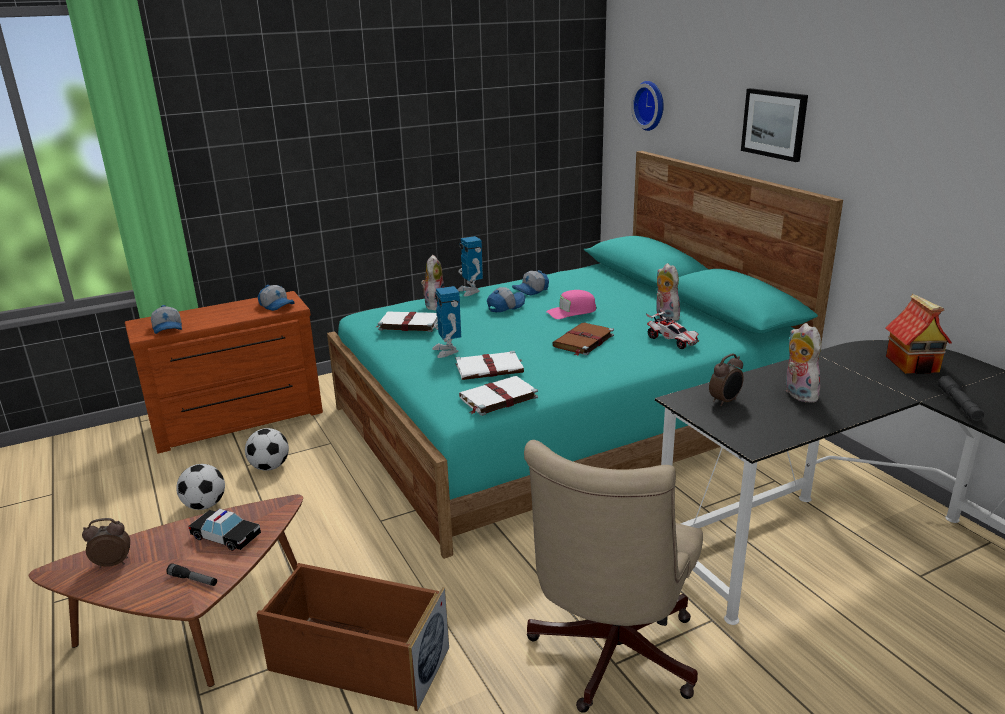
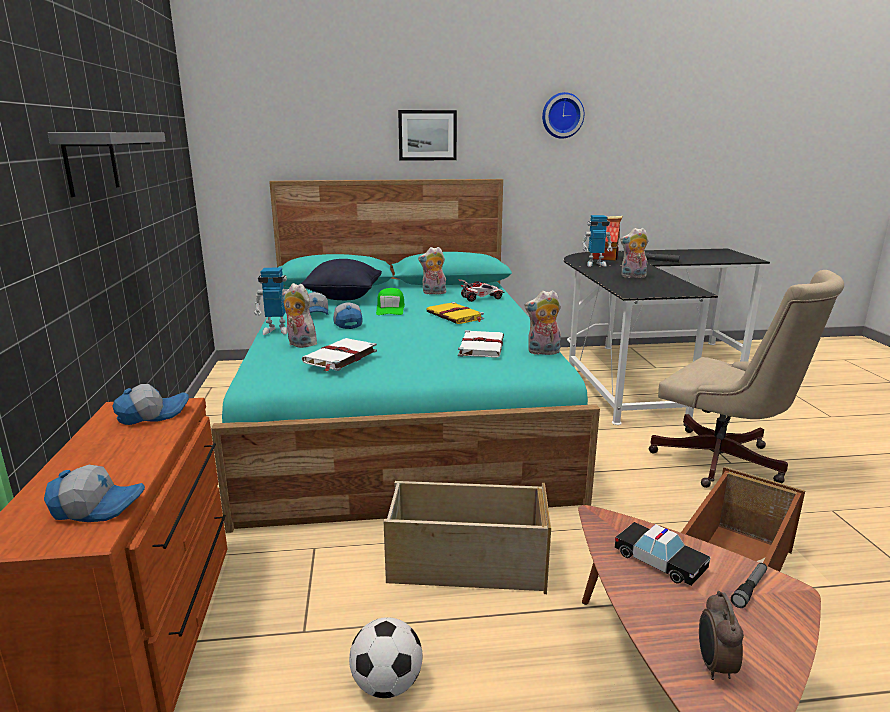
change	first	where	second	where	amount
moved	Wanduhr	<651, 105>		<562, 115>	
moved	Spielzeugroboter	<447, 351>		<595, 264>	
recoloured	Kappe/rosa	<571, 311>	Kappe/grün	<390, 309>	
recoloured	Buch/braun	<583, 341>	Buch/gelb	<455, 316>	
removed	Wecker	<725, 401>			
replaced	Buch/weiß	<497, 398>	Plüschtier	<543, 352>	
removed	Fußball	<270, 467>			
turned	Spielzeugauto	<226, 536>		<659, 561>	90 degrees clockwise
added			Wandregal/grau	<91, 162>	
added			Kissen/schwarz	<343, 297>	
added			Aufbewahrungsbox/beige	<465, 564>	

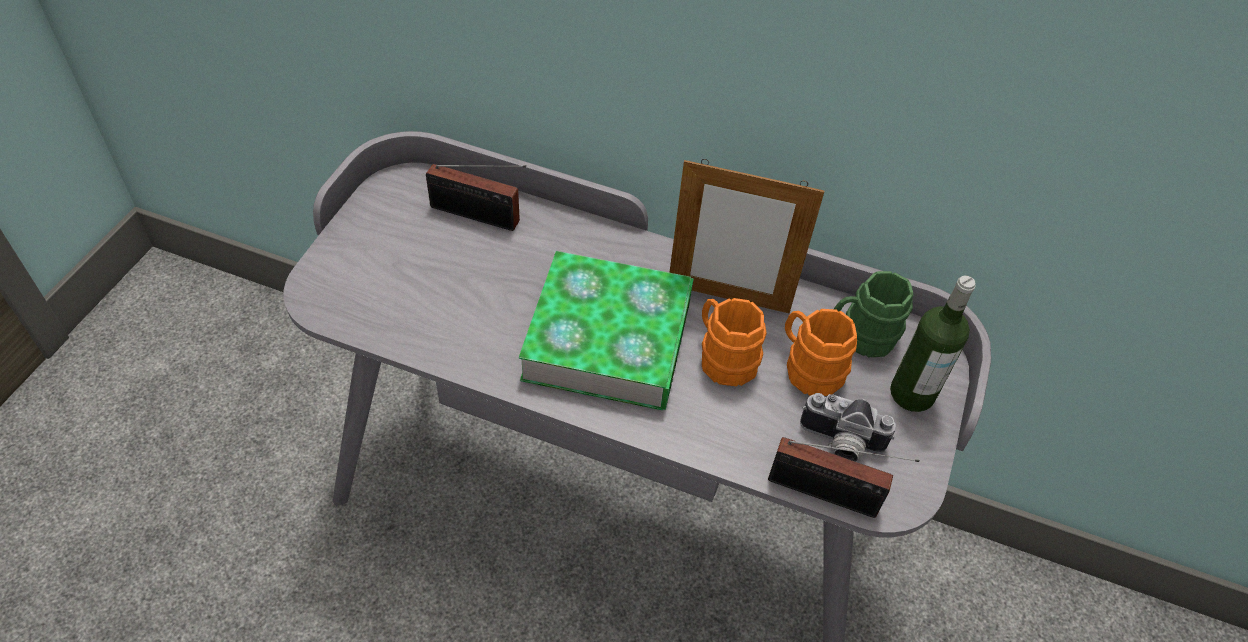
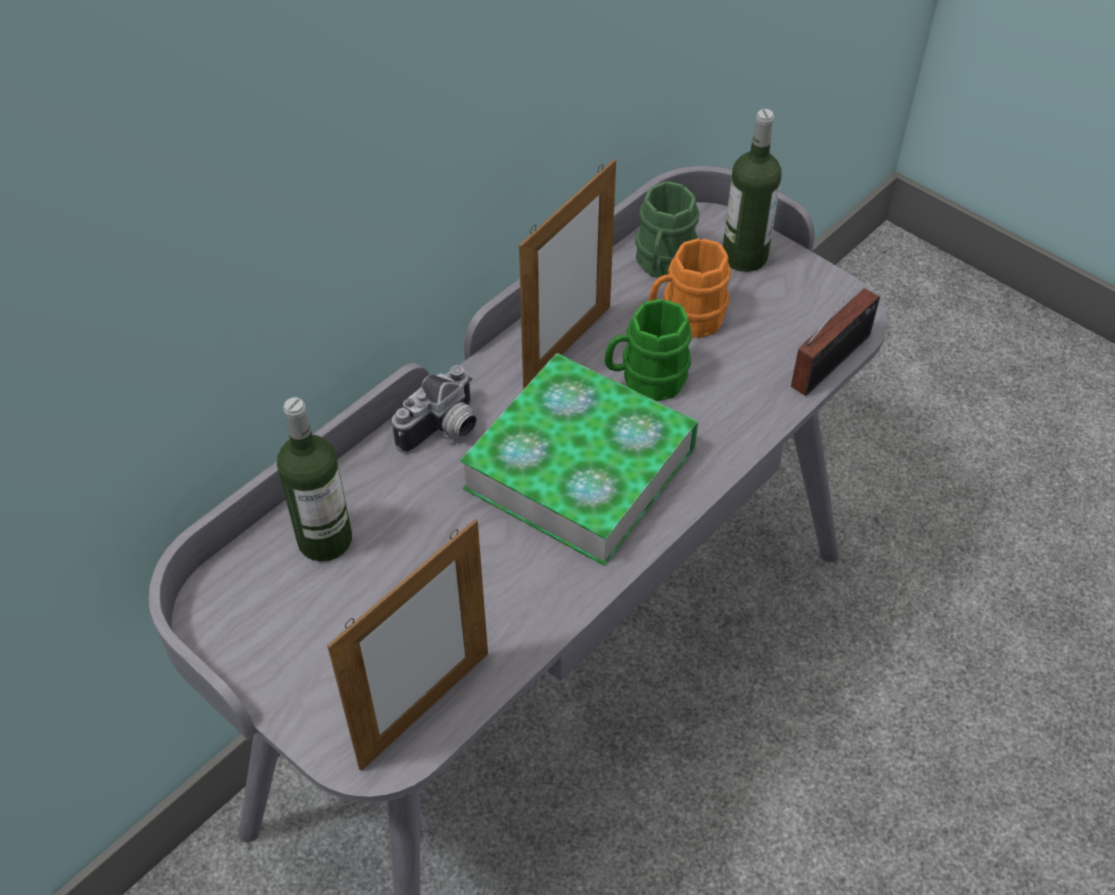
change	first	where	second	where	amount
replaced	Radio	<479, 216>	Flasche	<325, 540>	
recoloured	Henkelbecher/orange	<723, 358>	Henkelbecher/grün	<645, 379>	
moved	Kamera	<839, 444>		<444, 431>	
added			Bilderrahmen	<425, 709>	

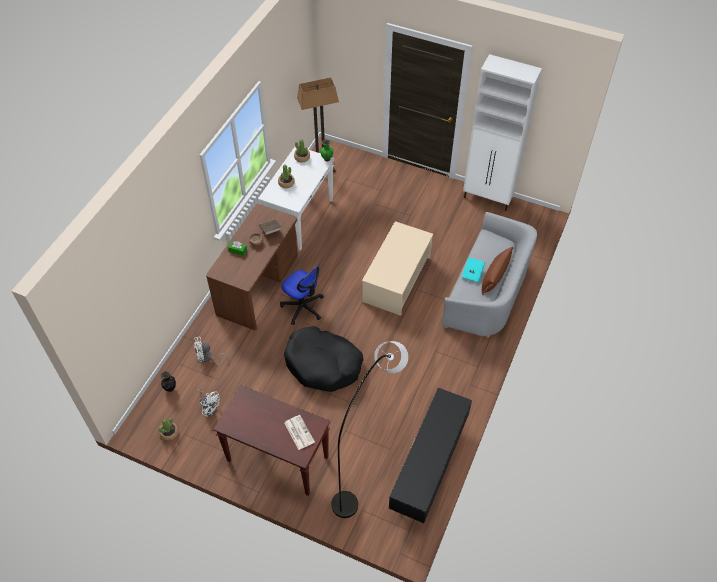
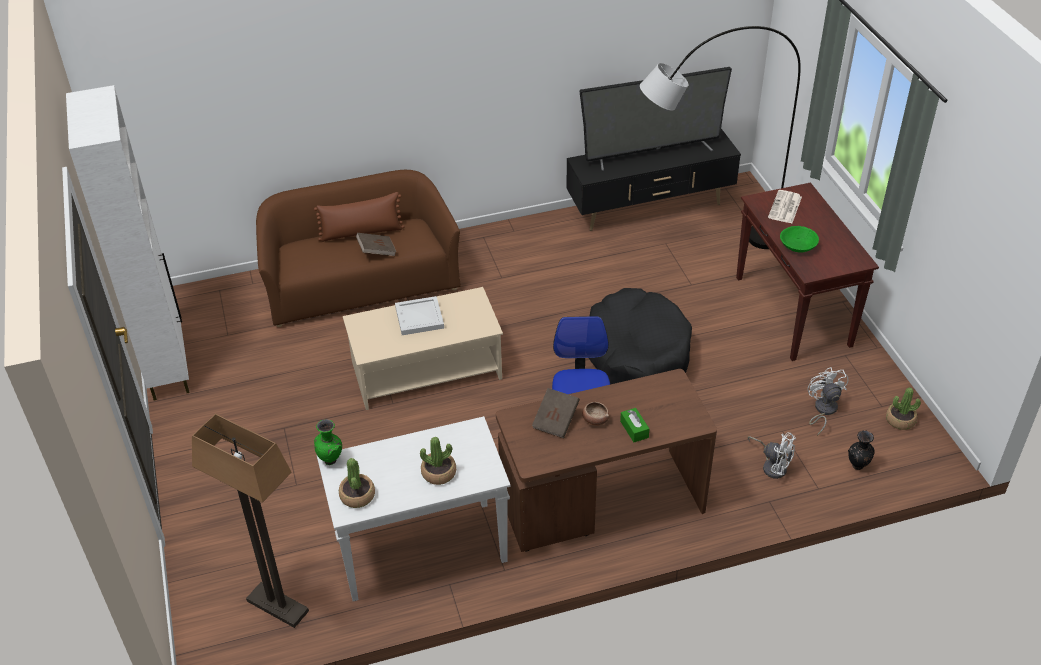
change	first	where	second	where	amount
recoloured	Sofa/grau	<487, 292>	Sofa/braun	<360, 282>	
recoloured	Buch/türkis	<472, 273>	Buch/braun	<377, 251>	
added			Fernseher	<652, 153>	
added			Schüssel/grün	<797, 246>	
added			Tablett/weiß	<420, 318>	

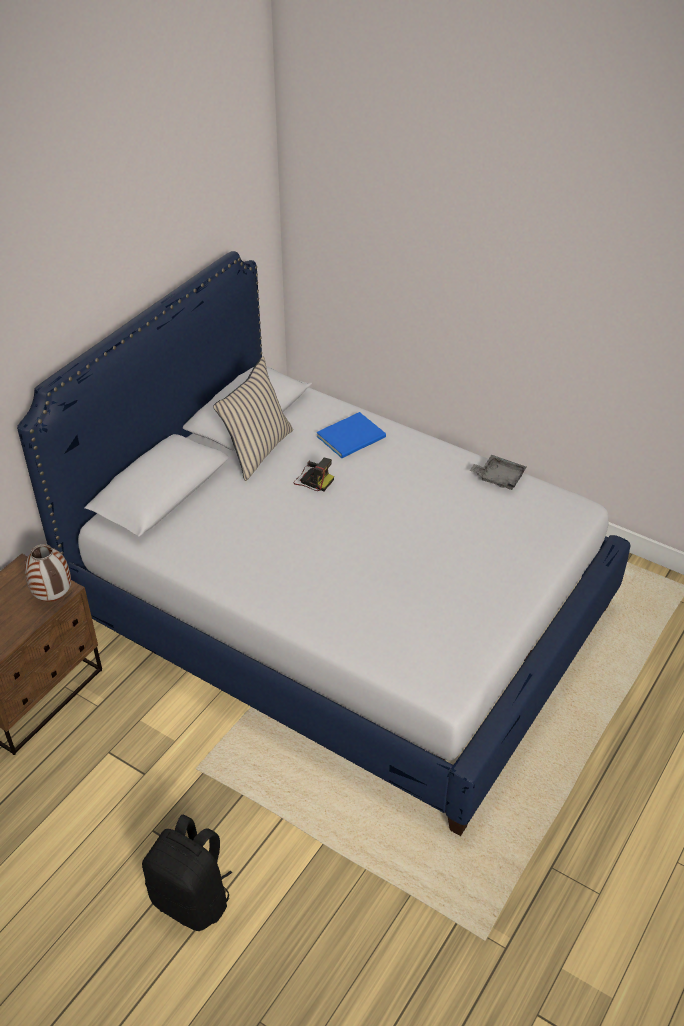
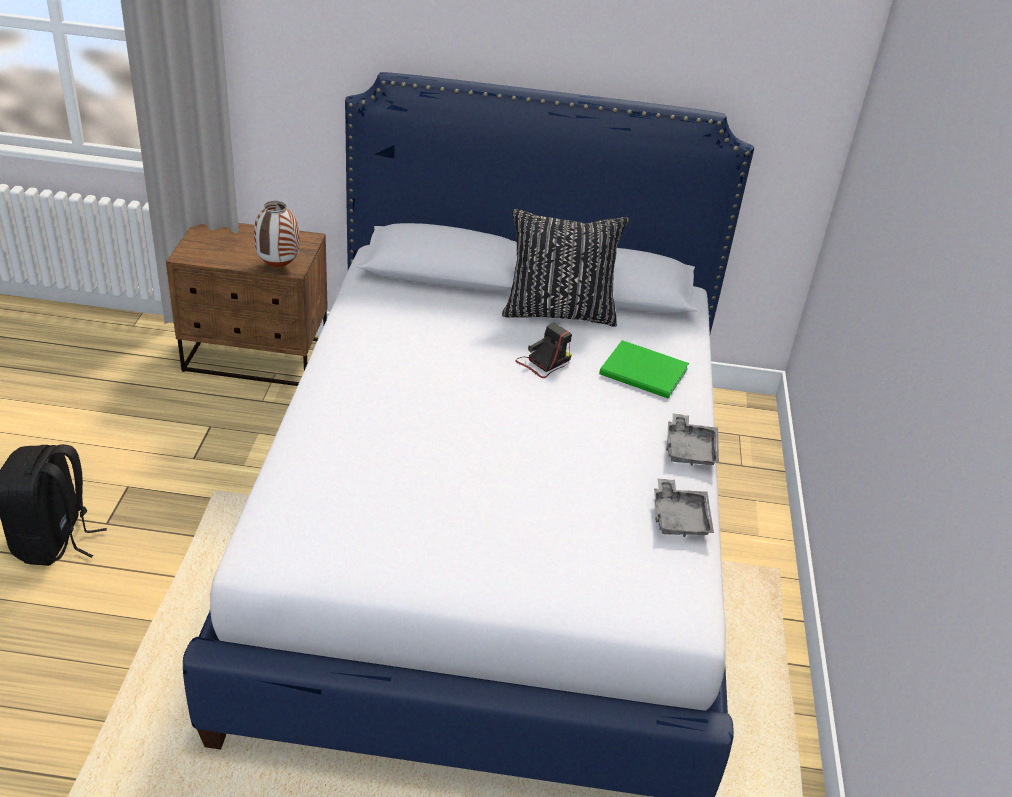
change	first	where	second	where	amount
recoloured	Kissen/beige	<257, 450>	Kissen/schwarz	<559, 311>	
recoloured	Buch/blau	<353, 437>	Buch/grün	<645, 373>	
turned	Kamera	<313, 480>		<544, 362>	135 degrees counterclockwise
added			Tablett/grau	<690, 449>	

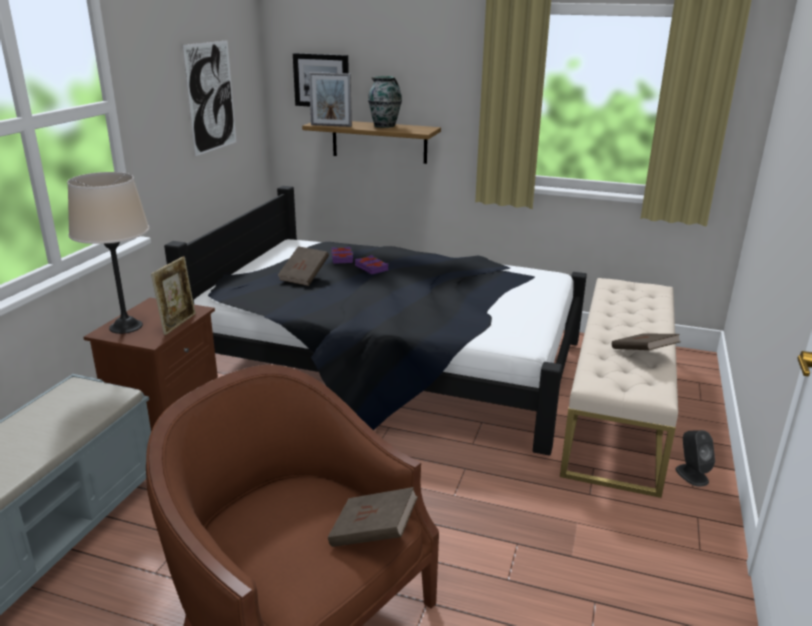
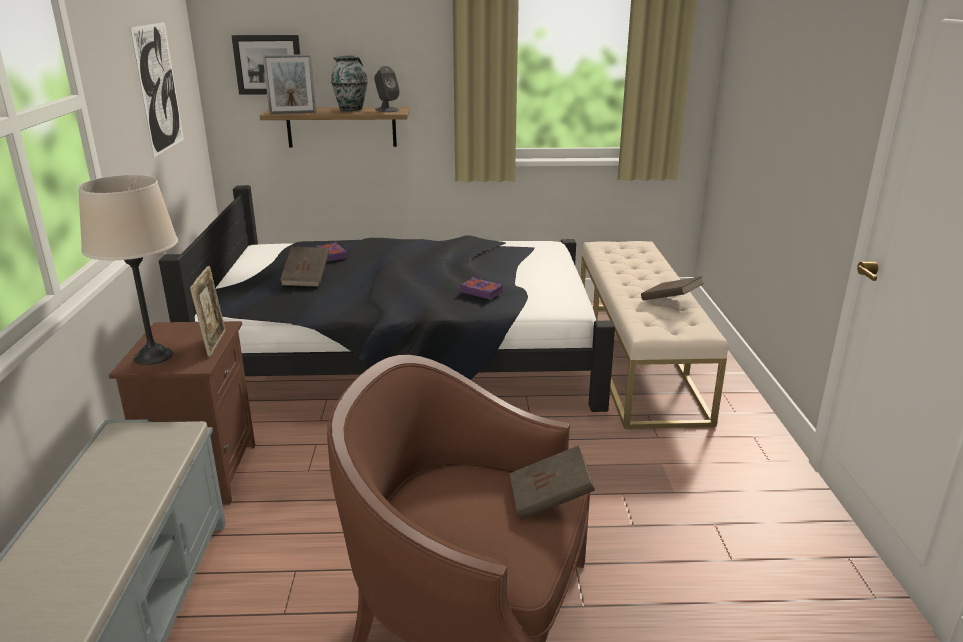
change	first	where	second	where	amount
moved	Buch/lila	<372, 268>		<481, 292>	
moved	Lautsprecher/grau	<691, 475>		<387, 110>	

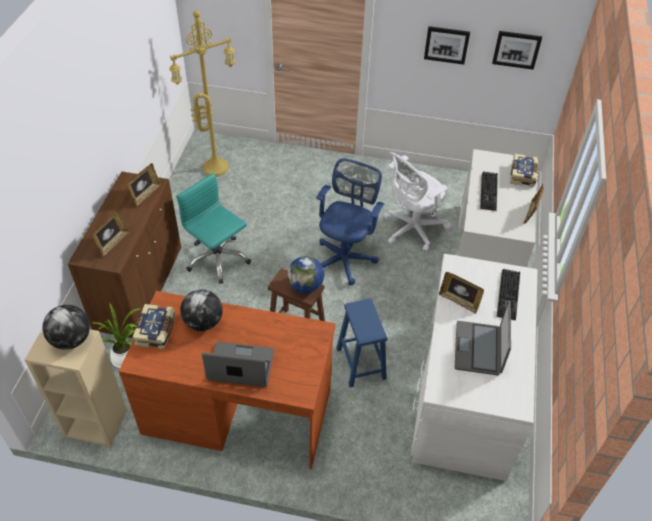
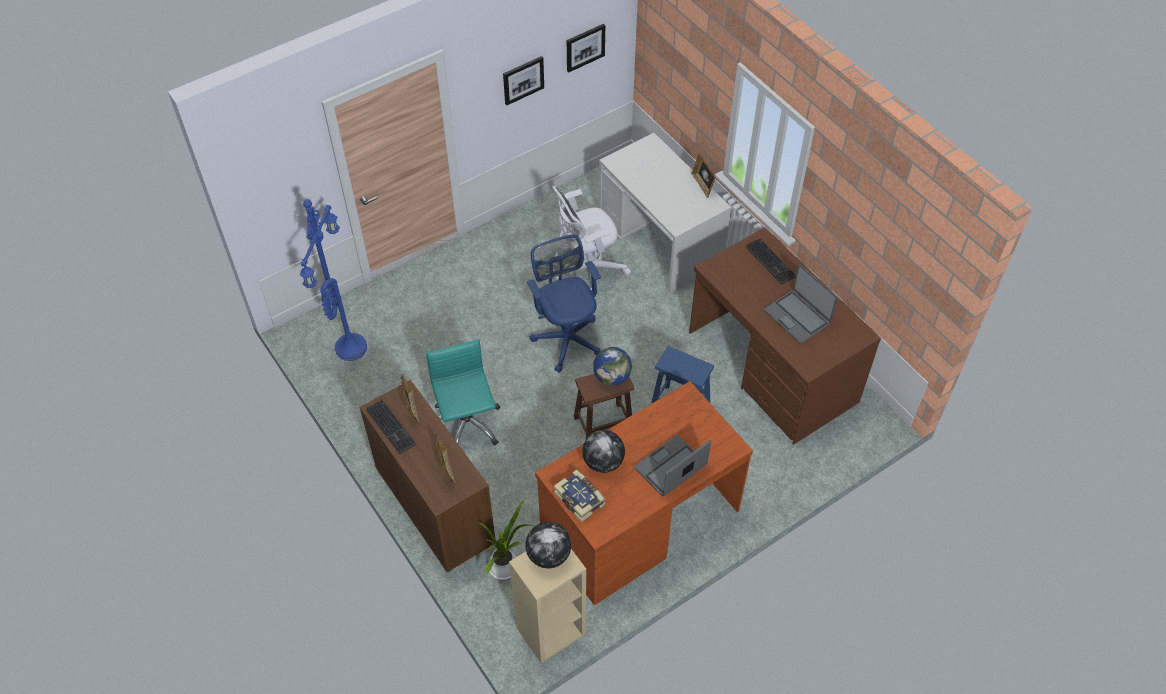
change	first	where	second	where	amount
recoloured	Stehlampe/gelb	<216, 167>	Stehlampe/blau	<349, 346>	
turned	Bürostuhl/weiß	<411, 230>		<587, 269>	60 degrees clockwise
removed	Buch	<523, 175>			
moved	Tastatur	<489, 192>		<392, 427>	
turned	Bürostuhl/türkis	<217, 259>		<466, 425>	75 degrees clockwise
recoloured	Schreibtisch/weiß	<464, 395>	Schreibtisch/braun	<771, 368>	
removed	Bilderrahmen	<459, 301>			

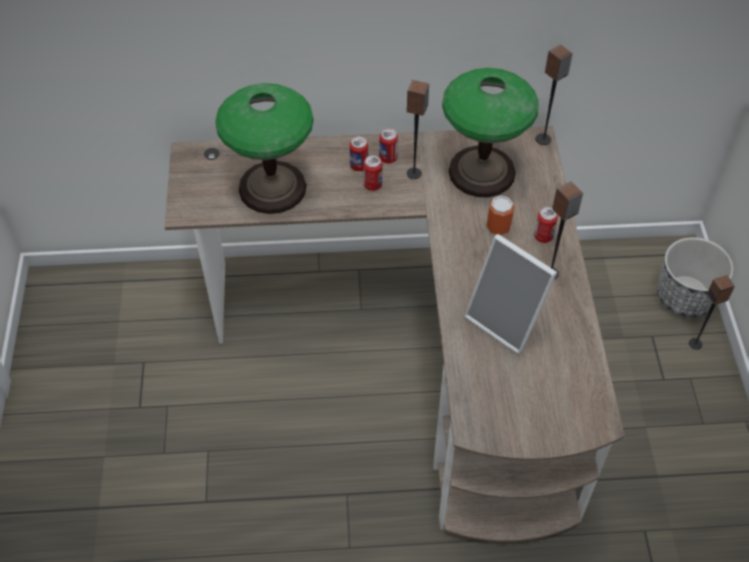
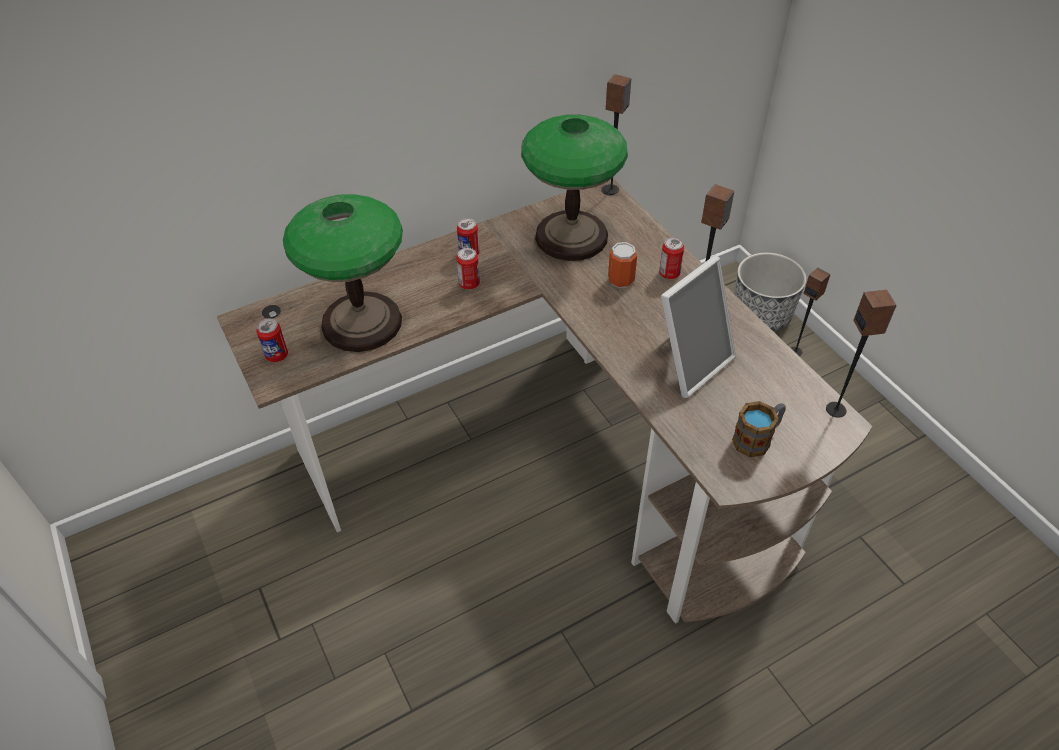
change	first	where	second	where	amount
moved	Lautsprecher	<414, 173>		<836, 409>	
moved	Dose	<359, 166>		<277, 355>	
turned	Bilderrahmen	<507, 321>		<688, 363>	60 degrees counterclockwise
added			Henkelbecher	<757, 438>	

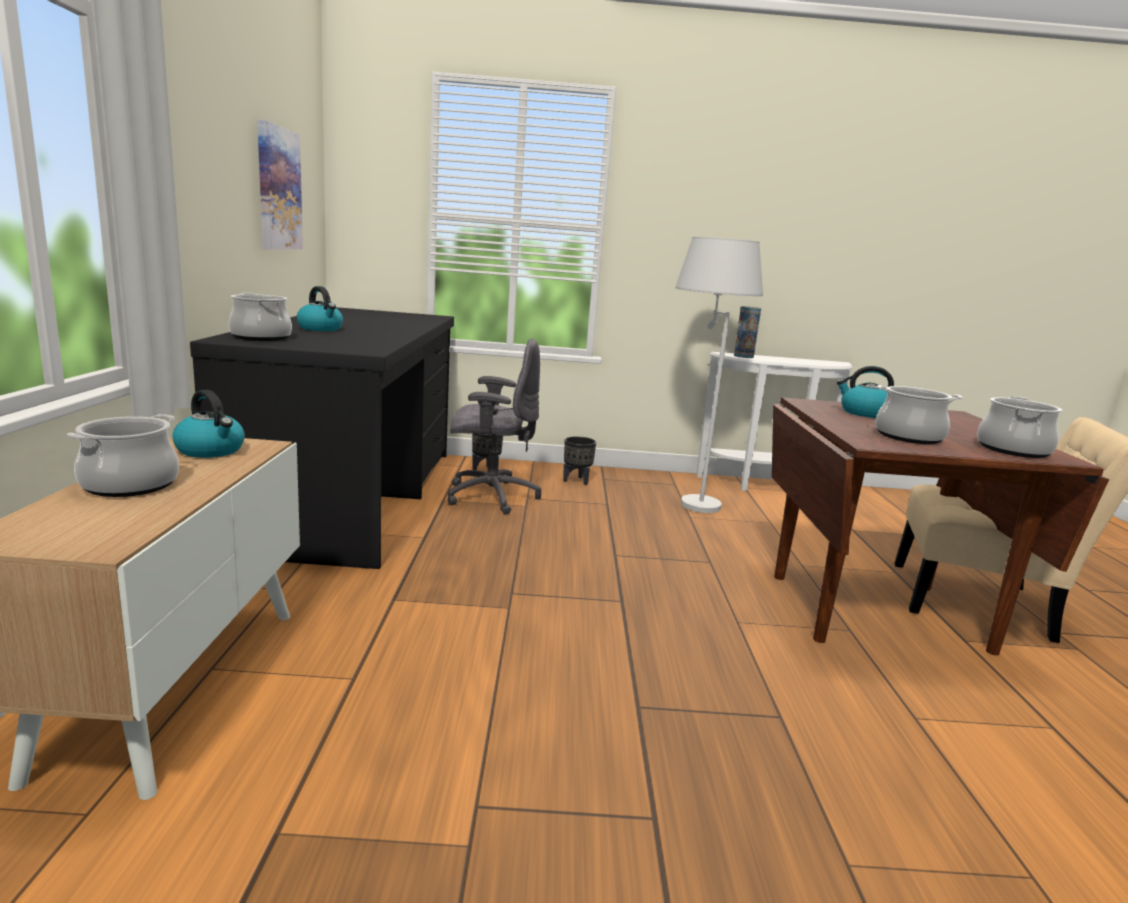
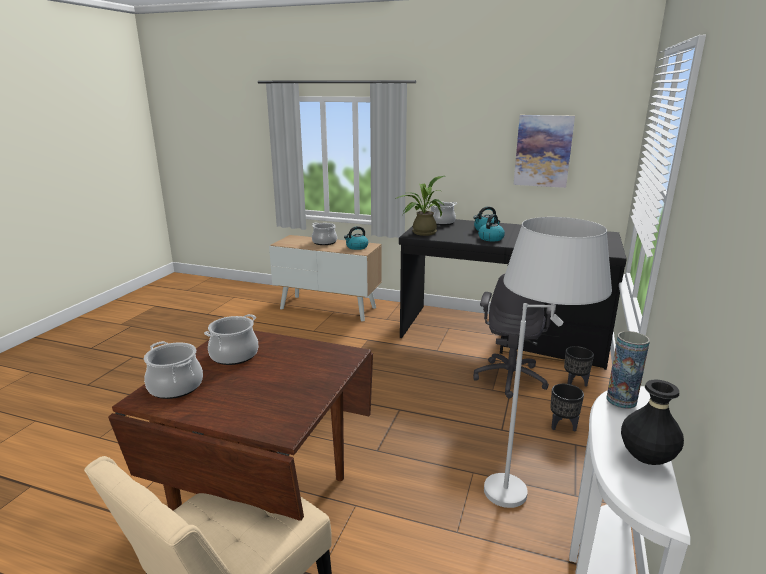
change	first	where	second	where	amount
moved	Wasserkessel	<864, 413>		<491, 238>	
added			Topfpflanze	<421, 233>	
added			Vase/schwarz	<646, 459>	

